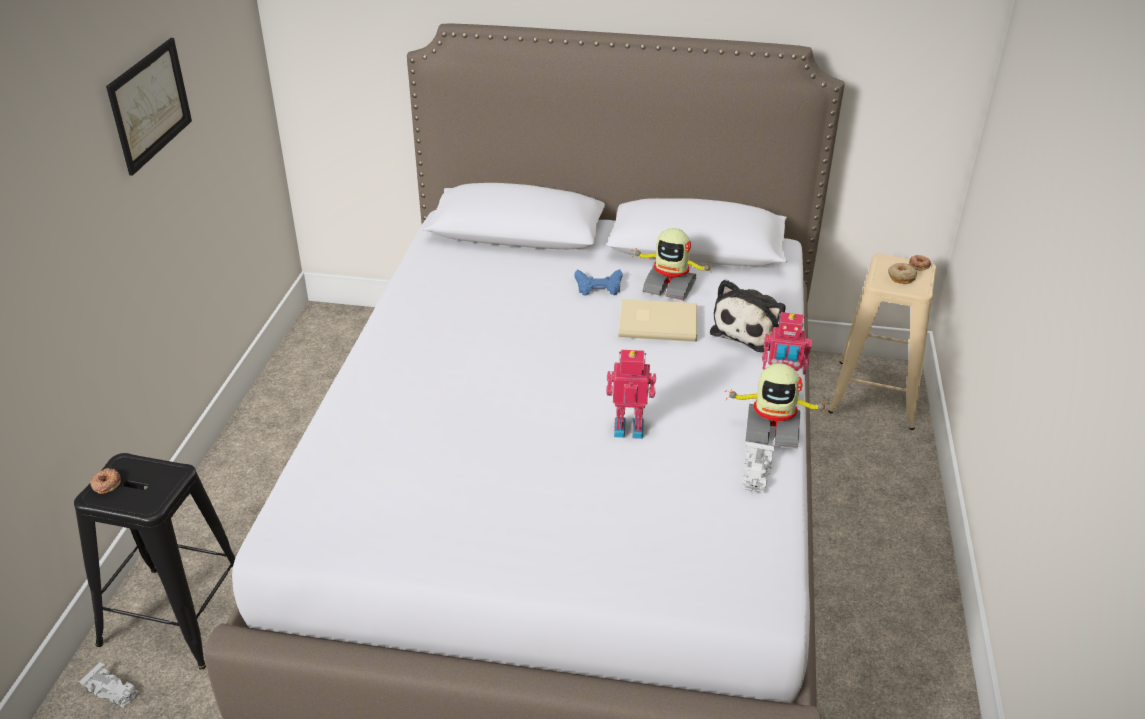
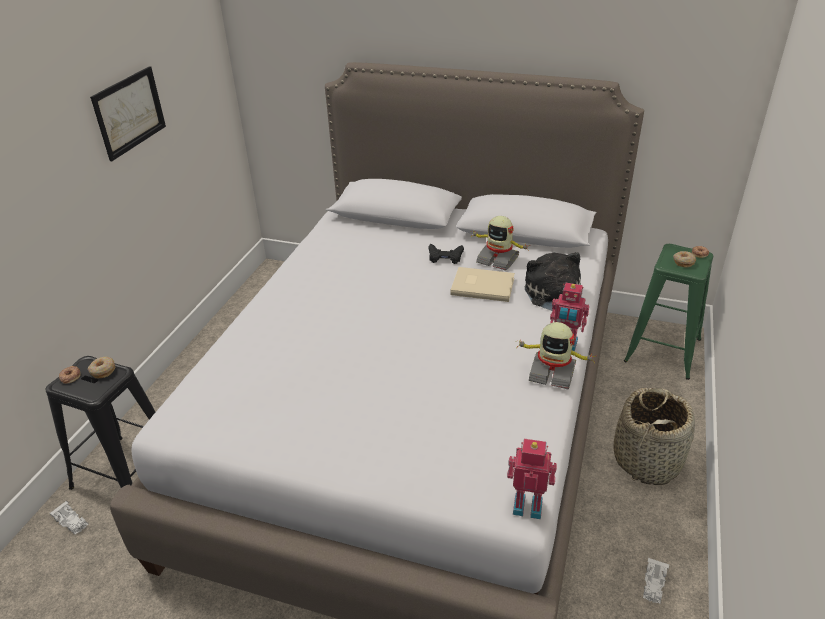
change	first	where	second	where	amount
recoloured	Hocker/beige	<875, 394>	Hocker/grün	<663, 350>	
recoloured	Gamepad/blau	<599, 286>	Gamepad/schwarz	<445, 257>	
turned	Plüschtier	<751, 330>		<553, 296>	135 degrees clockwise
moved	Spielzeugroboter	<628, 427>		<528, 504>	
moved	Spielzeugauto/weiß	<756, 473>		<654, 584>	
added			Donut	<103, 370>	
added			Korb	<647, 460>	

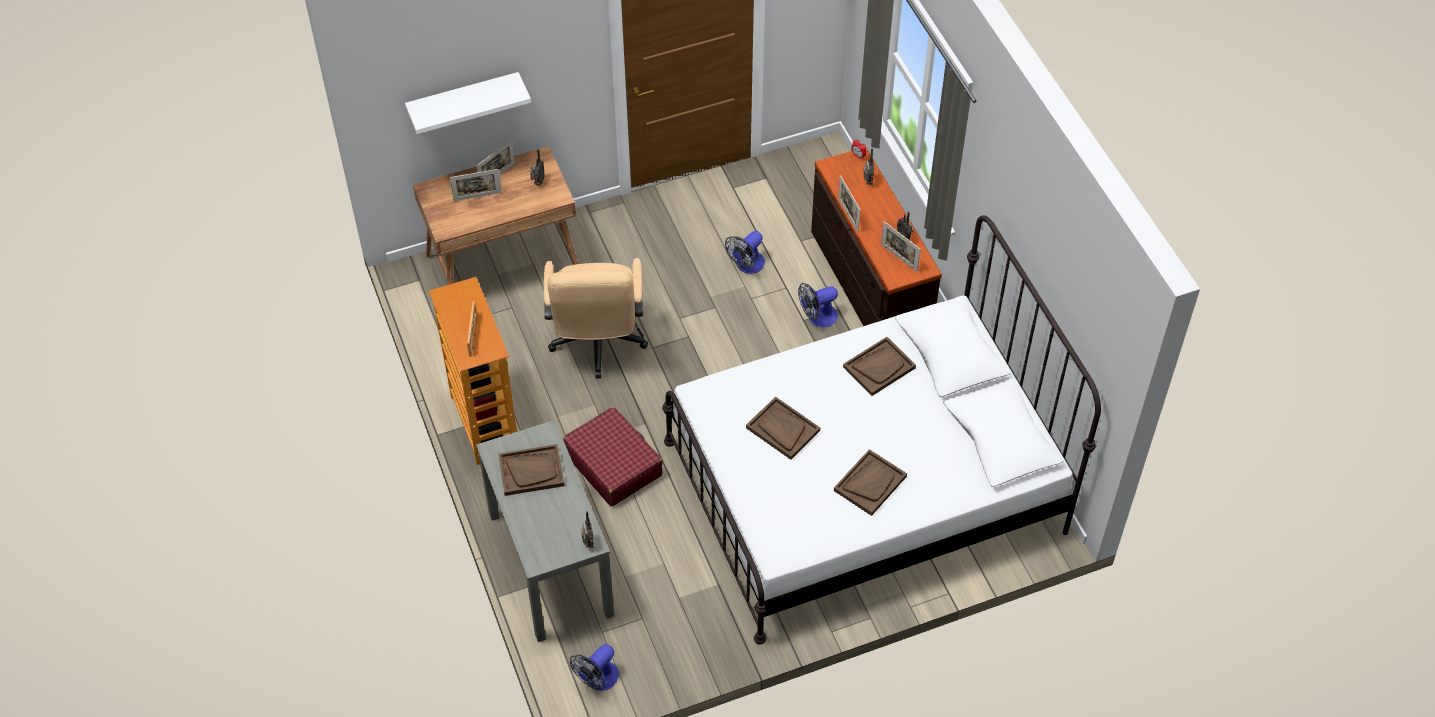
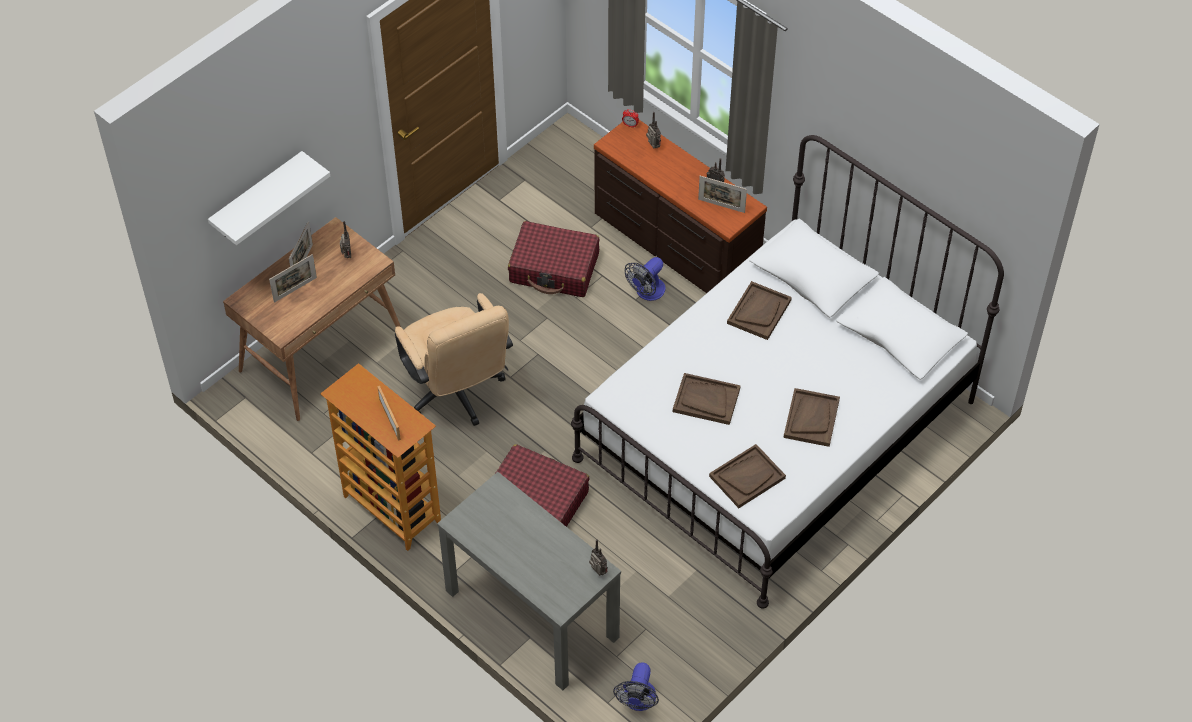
change	first	where	second	where	amount
removed	Bilderrahmen	<848, 215>			
replaced	Ventilator	<747, 266>	Koffer/rot	<554, 268>	
moved	Tablett/braun	<531, 471>		<747, 477>	

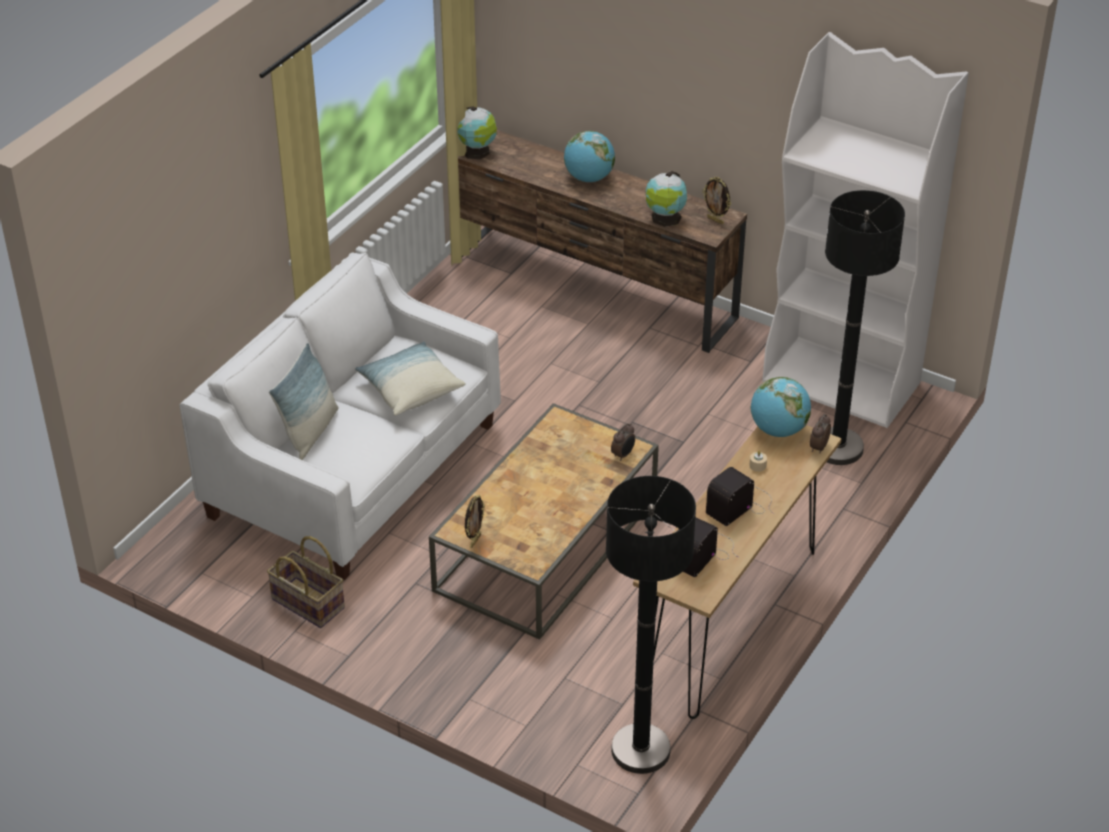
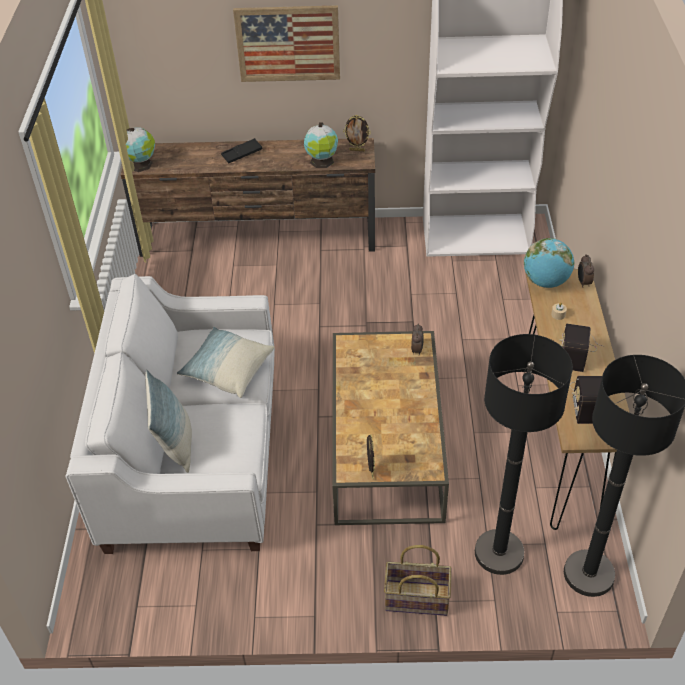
change	first	where	second	where	amount
replaced	Globus	<589, 178>	Tablett/schwarz	<242, 153>	
moved	Stehlampe/schwarz	<837, 448>		<499, 553>	
moved	Korb	<307, 604>		<416, 599>	
added			Bild	<288, 43>	

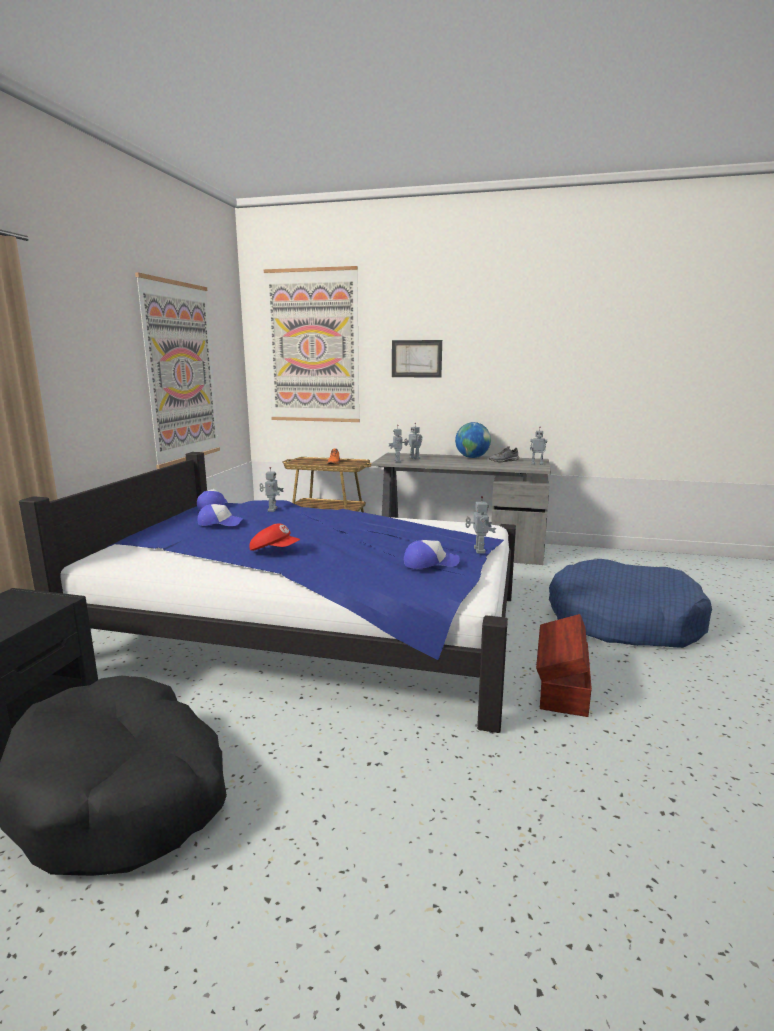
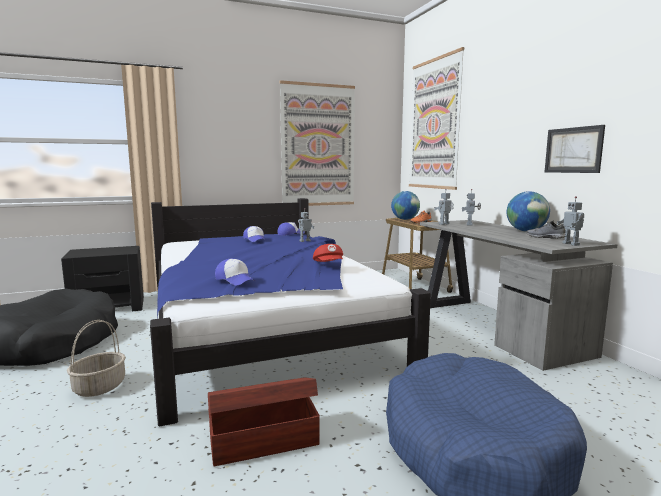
change	first	where	second	where	amount
moved	Bild	<416, 358>		<573, 150>	
removed	Spielzeugroboter	<478, 550>			
moved	Kappe/rot	<274, 550>		<329, 265>	
added			Globus	<405, 219>	
added			Korb	<99, 387>	

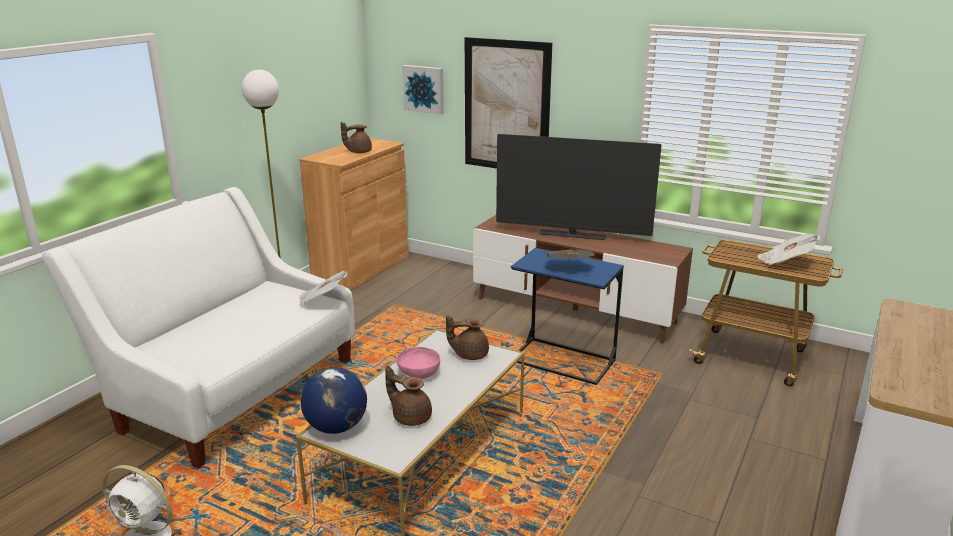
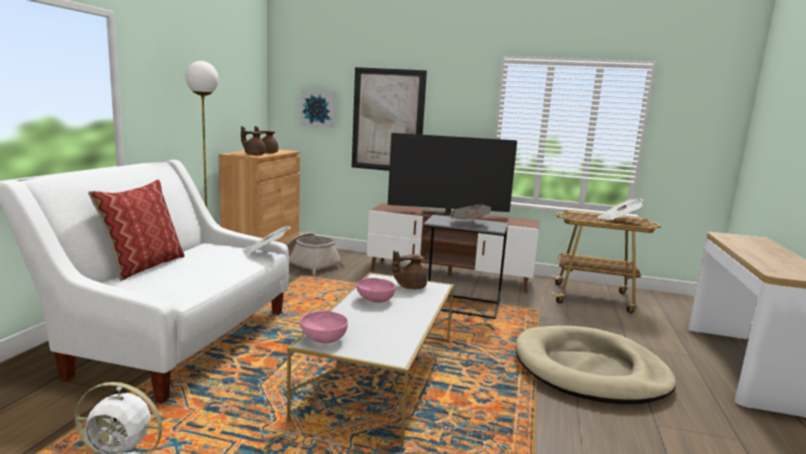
change	first	where	second	where	amount
recoloured	Beistelltisch/blau	<562, 361>	Beistelltisch/grau	<459, 305>	
moved	Teekanne/braun	<410, 417>		<254, 155>	
replaced	Globus	<336, 427>	Schüssel/rosa	<323, 338>	
added			Kissen	<143, 266>	
added			Korb	<310, 264>	
added			Hundebett/beige	<590, 370>	

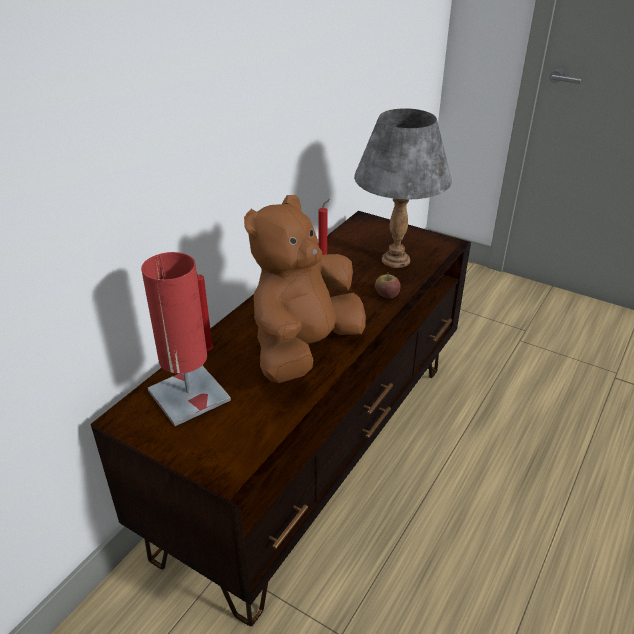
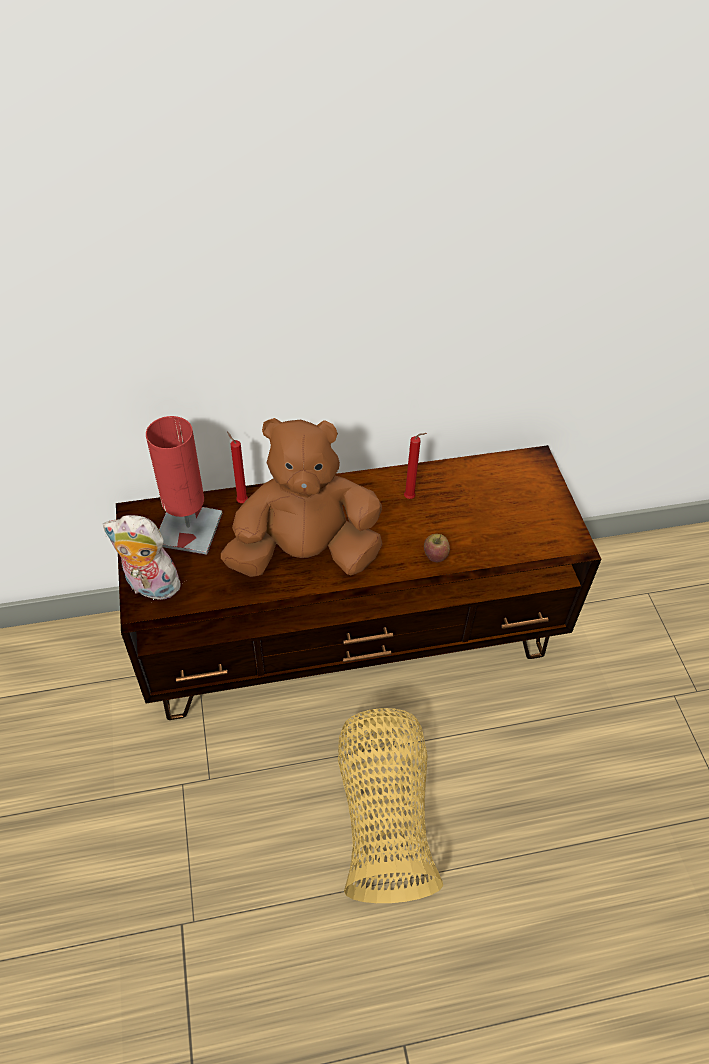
change	first	where	second	where	amount
removed	Tischlampe/grau	<396, 260>			
added			Plüschtier	<150, 586>	
added			Korb	<384, 816>	

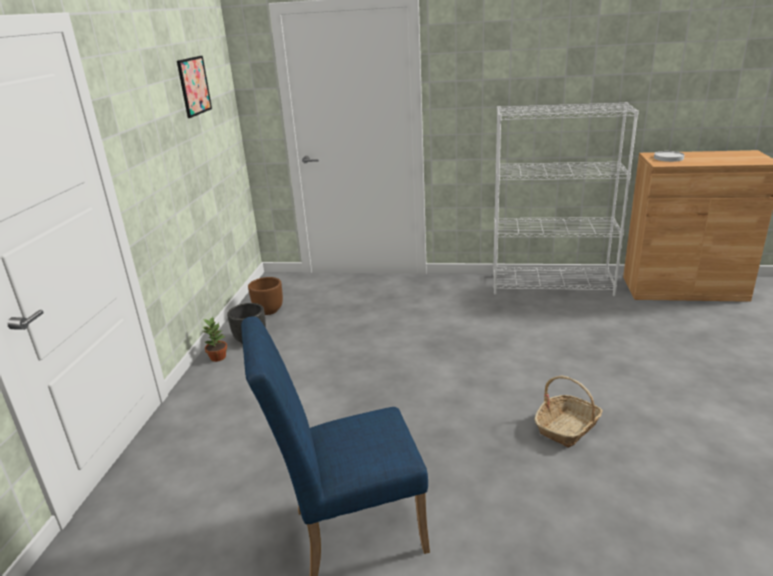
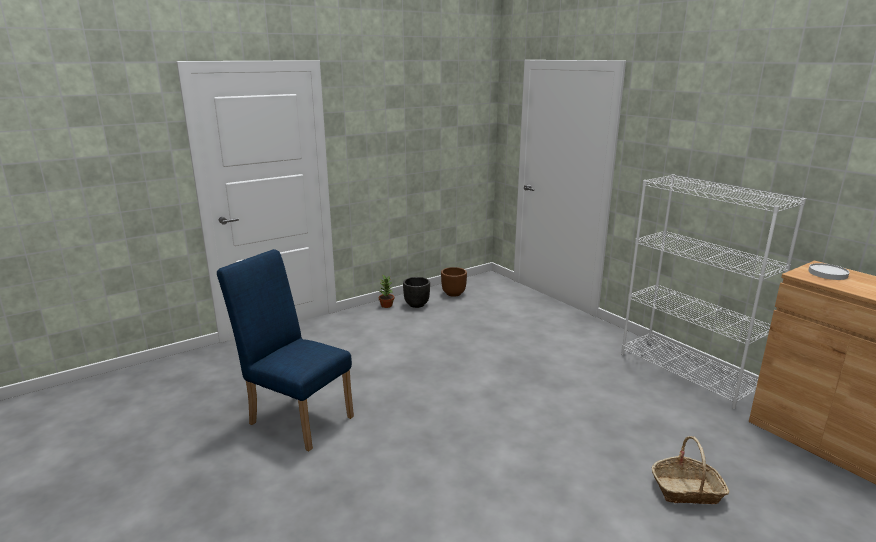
change	first	where	second	where	amount
removed	Bild	<194, 86>			
moved	Korb	<567, 427>		<687, 490>	

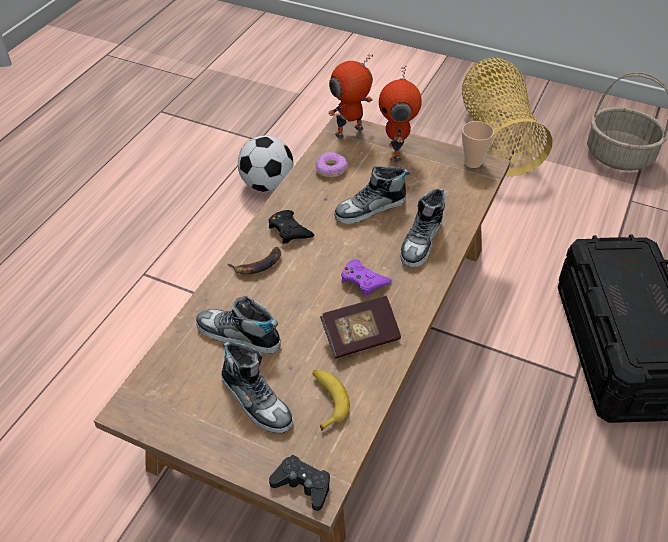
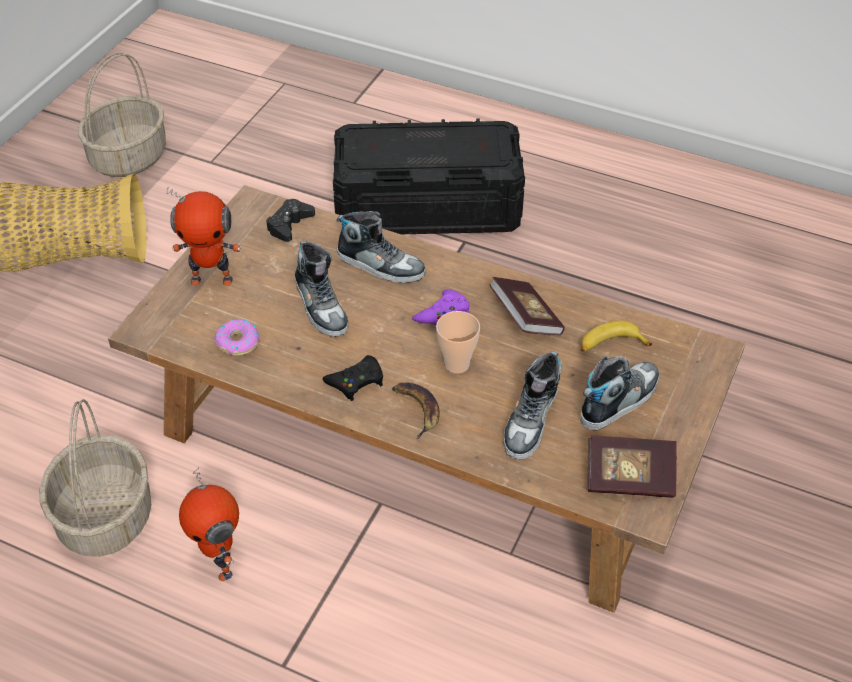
change	first	where	second	where	amount
moved	Spielzeugroboter	<350, 132>		<220, 562>	
moved	Tasse	<472, 162>		<457, 364>	
replaced	Fußball	<267, 184>	Korb	<104, 516>	
moved	Gamepad/schwarz	<302, 485>		<289, 225>	
added			Buch	<629, 478>	

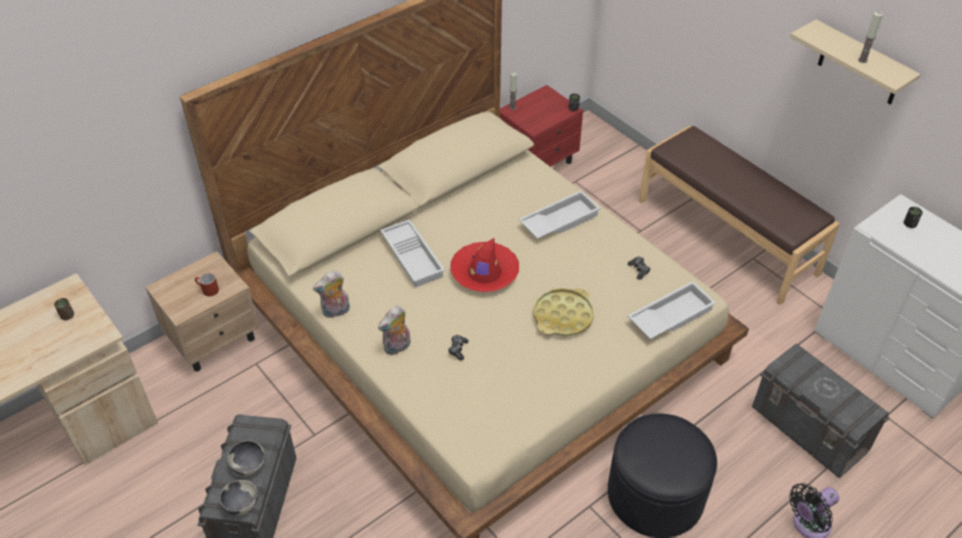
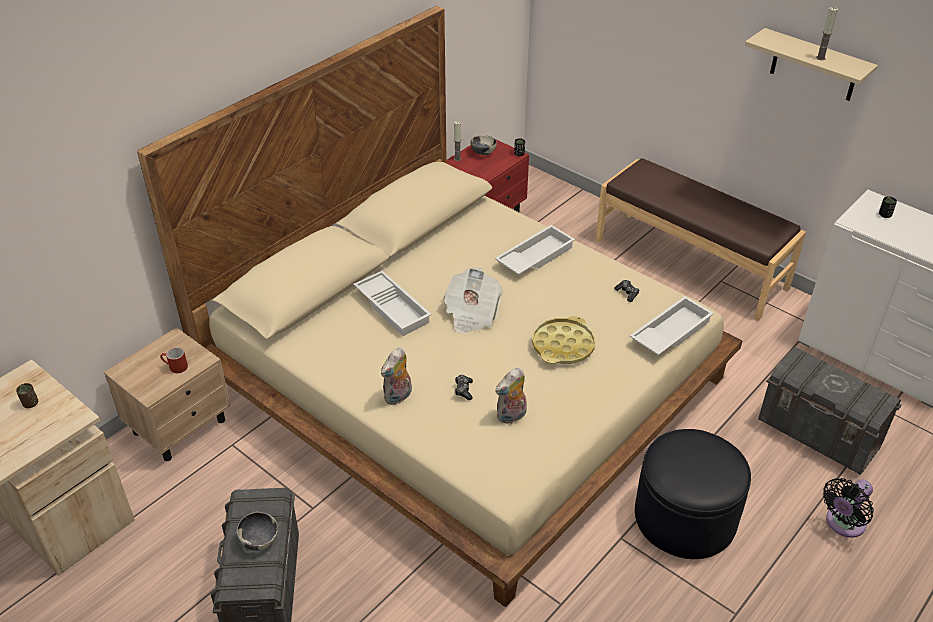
change	first	where	second	where	amount
replaced	Hut/rot	<484, 273>	Zeitung	<471, 314>	
moved	Plüschtier	<335, 312>		<511, 417>	
moved	Schüssel	<241, 505>		<483, 153>	

